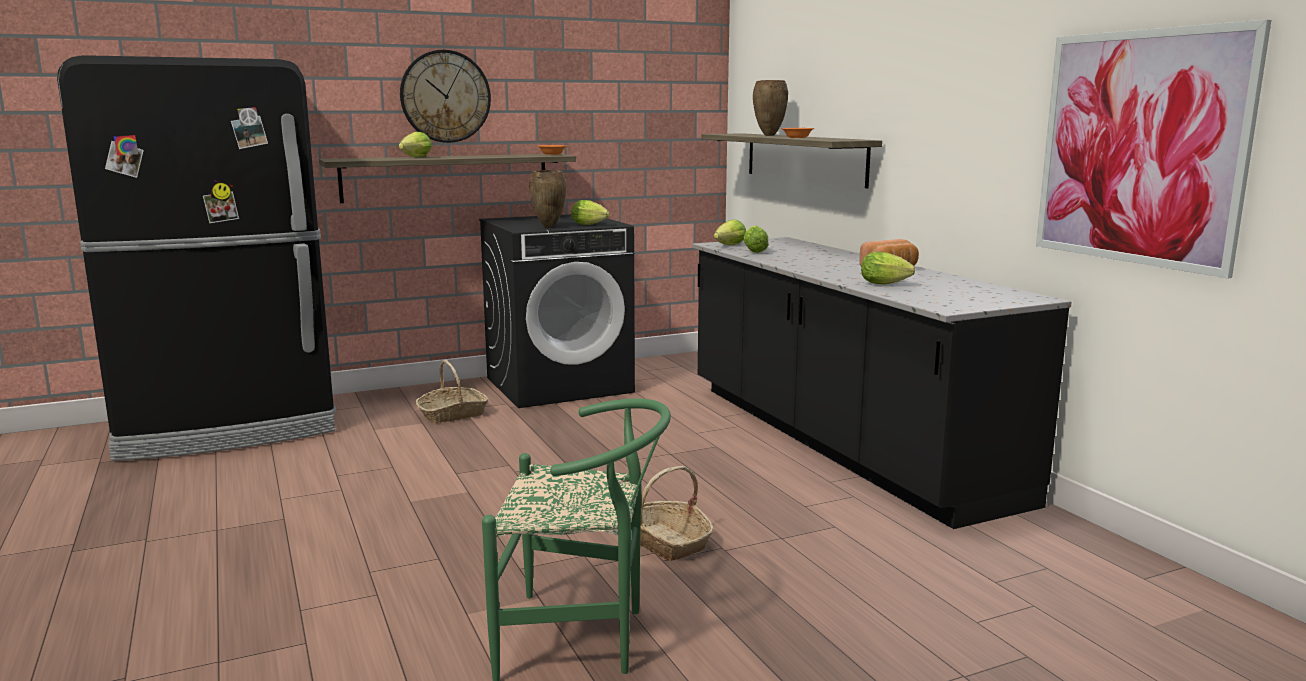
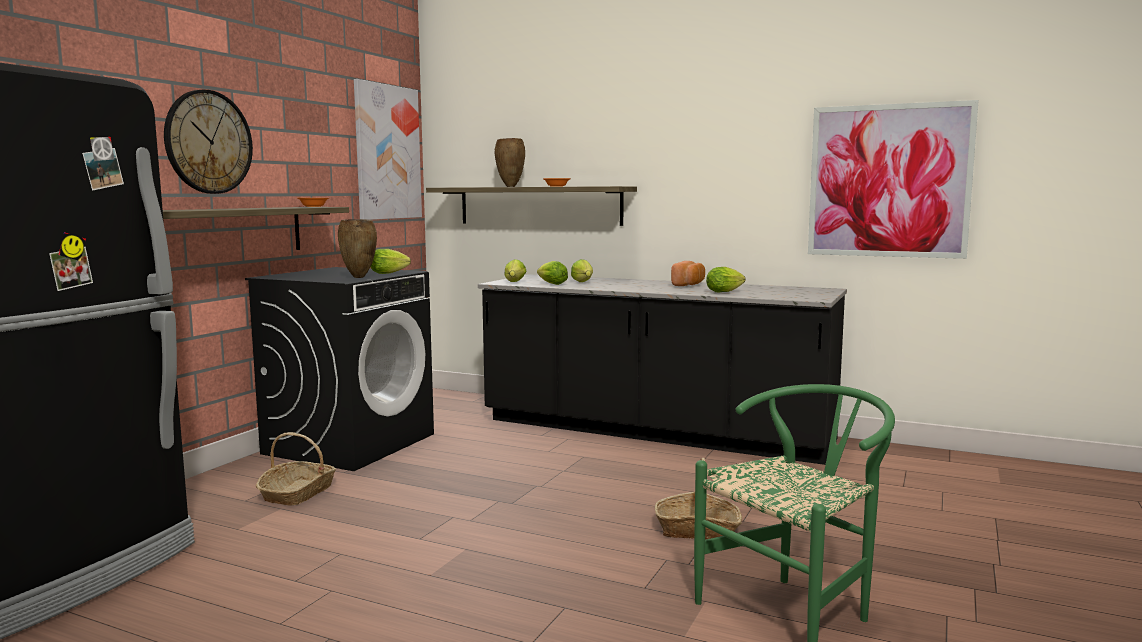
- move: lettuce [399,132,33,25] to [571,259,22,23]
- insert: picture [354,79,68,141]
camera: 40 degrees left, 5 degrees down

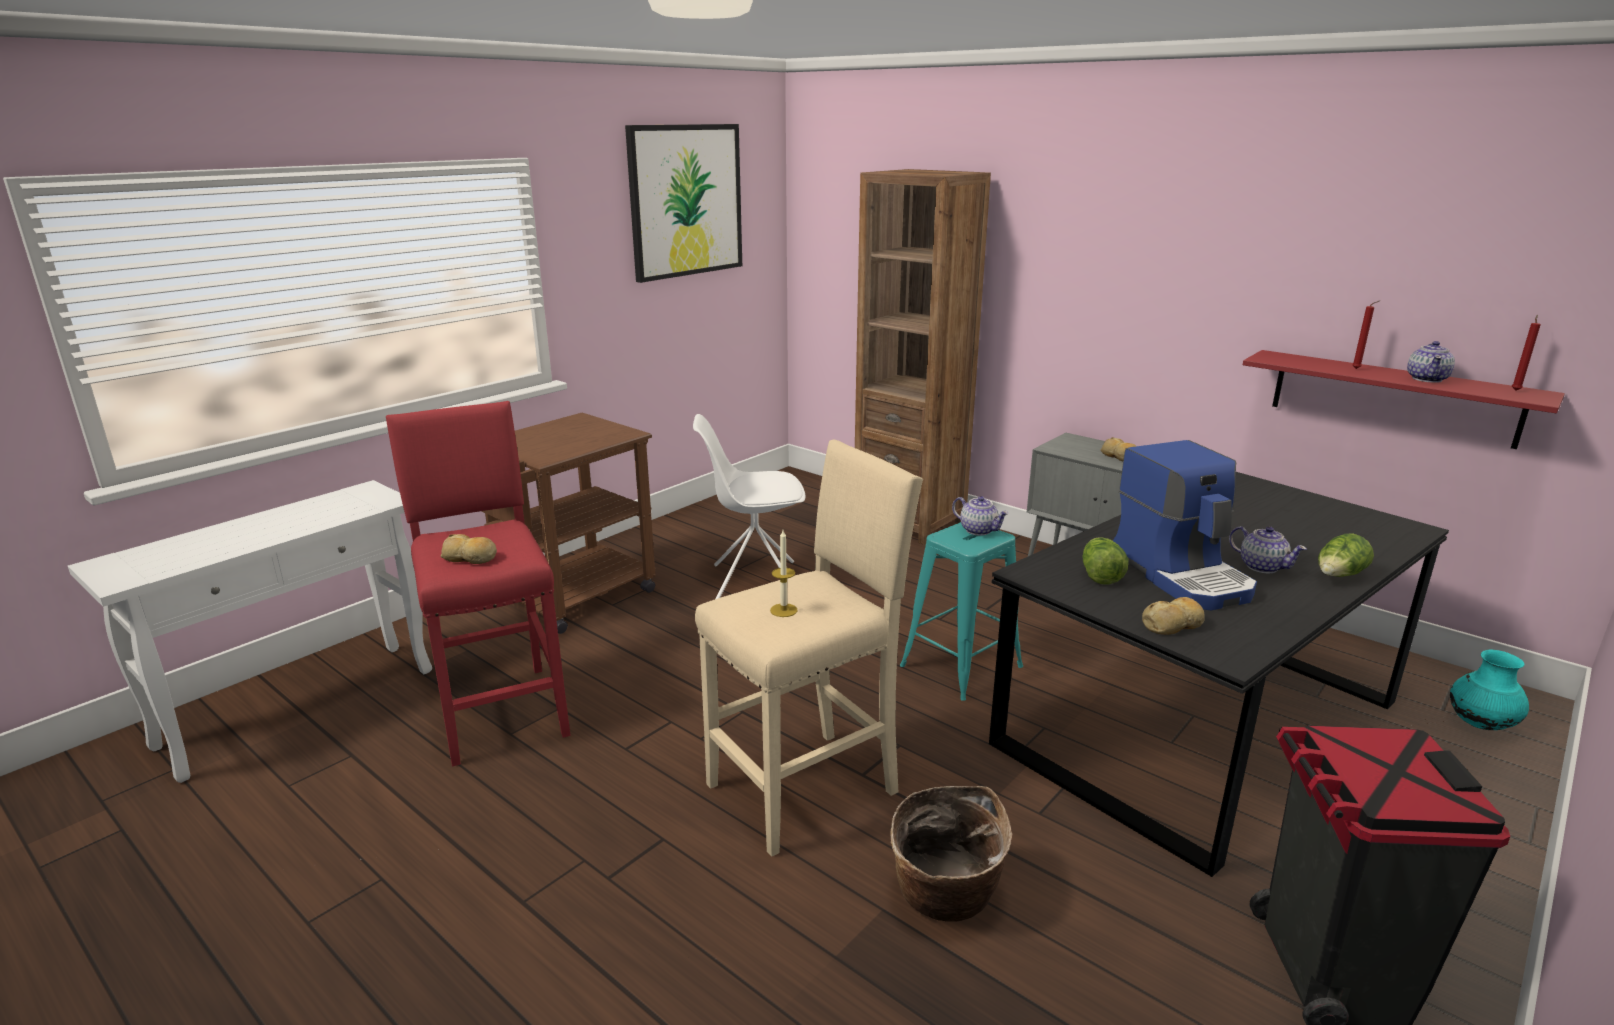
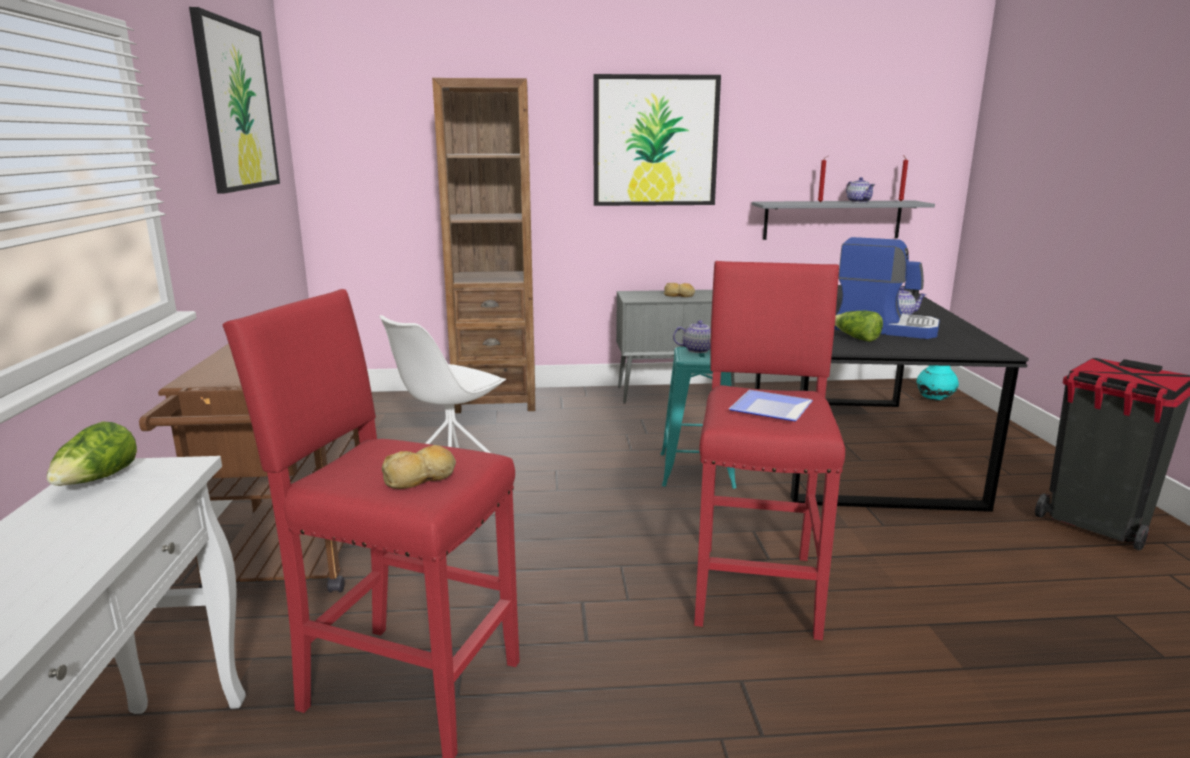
- recolor: shelf (red) [1243,350,322,99] to shelf (grey) [752,201,183,39]
- recolor: stool (beige) [695,440,228,417] to stool (red) [694,261,151,379]
- replace: candle [770,530,28,87] to plate [729,390,84,31]
- move: lettuce [1318,534,56,43] to [47,421,90,65]
- delete: bread [1142,597,63,38]
- delete: basket [890,786,122,136]
- insert: picture [594,74,127,132]
camera: 45 degrees left, 5 degrees down

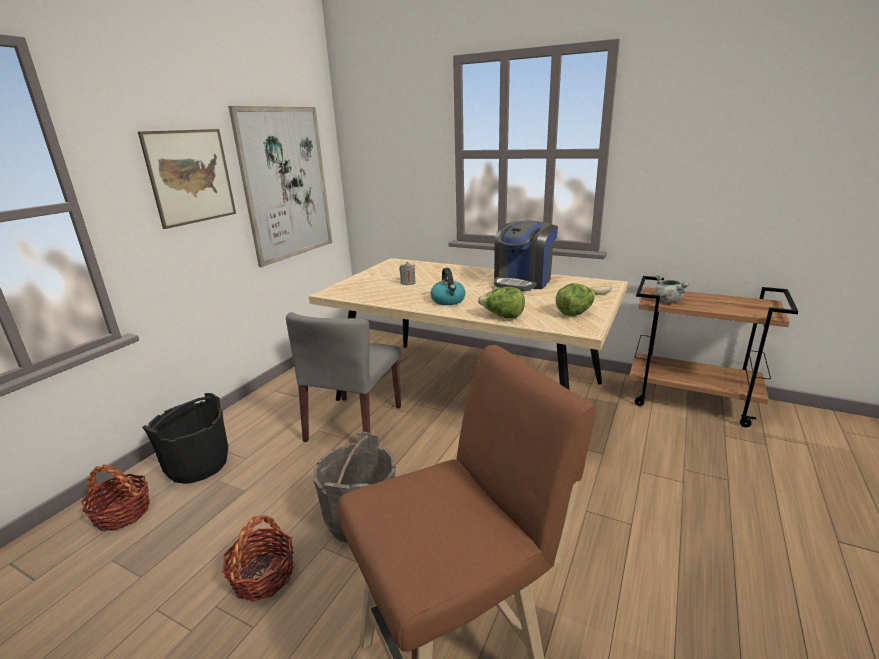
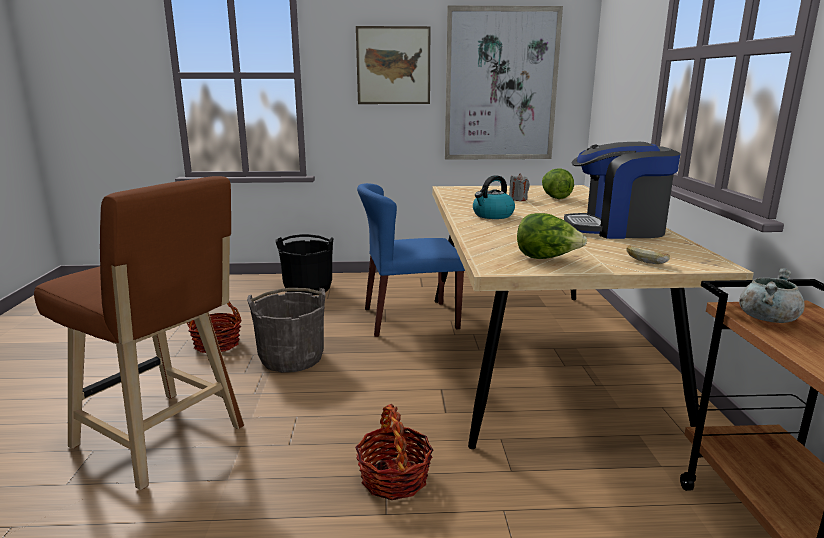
- move: lettuce [478,287,47,31] to [542,168,32,31]
- recolor: chair (grey) [286,312,115,130] to chair (blue) [357,183,108,154]
- move: basket [81,464,69,67] to [355,404,78,96]
camera: 60 degrees right, 5 degrees down

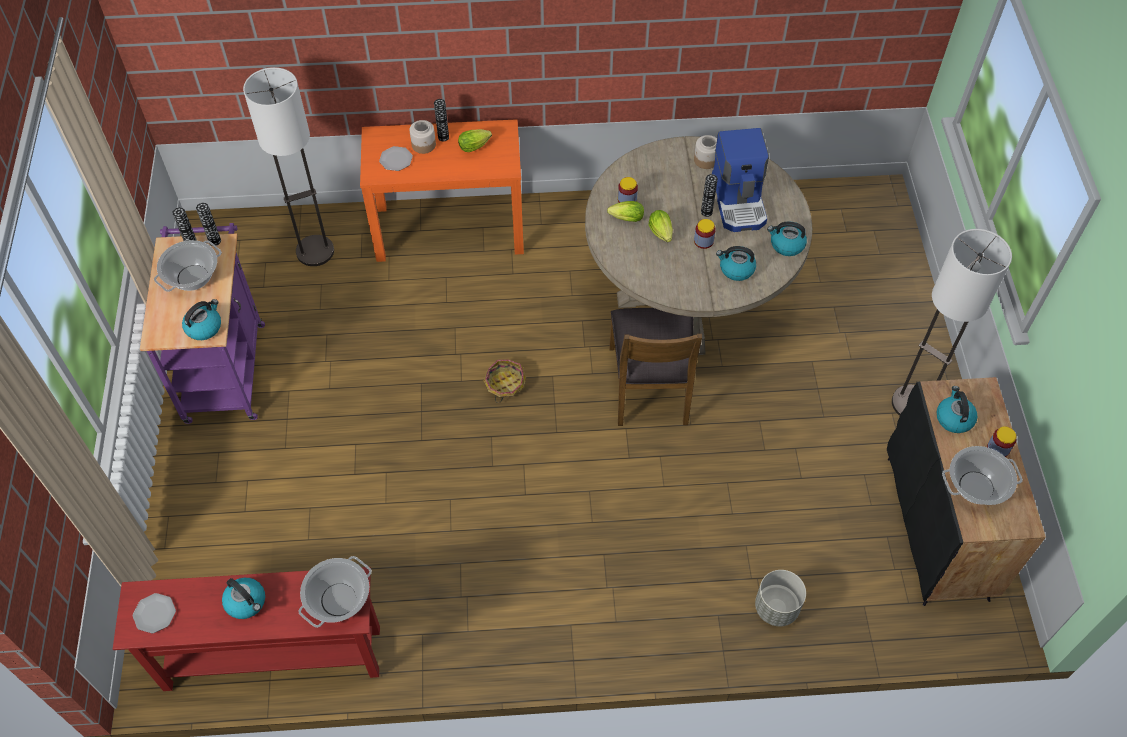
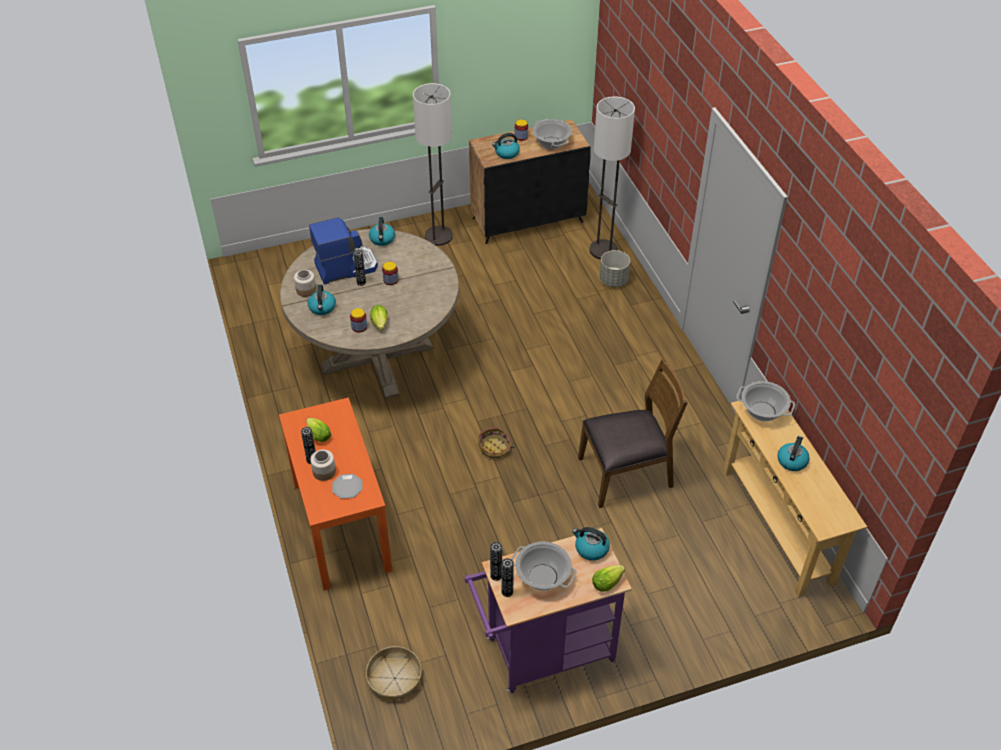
- move: floor lamp [243,67,91,199] to [590,96,45,163]
- move: lettuce [649,210,24,32] to [592,565,33,27]
- move: kettle [716,246,40,35] to [308,285,28,30]
- move: chair (brown) [609,308,93,118] to [578,359,110,149]
- recolor: console table (red) [113,567,267,124] to console table (beige) [723,401,144,196]
- delete: plate [133,593,43,40]
- insert: basket [366,646,56,53]
camera: 105 degrees left, 10 degrees down

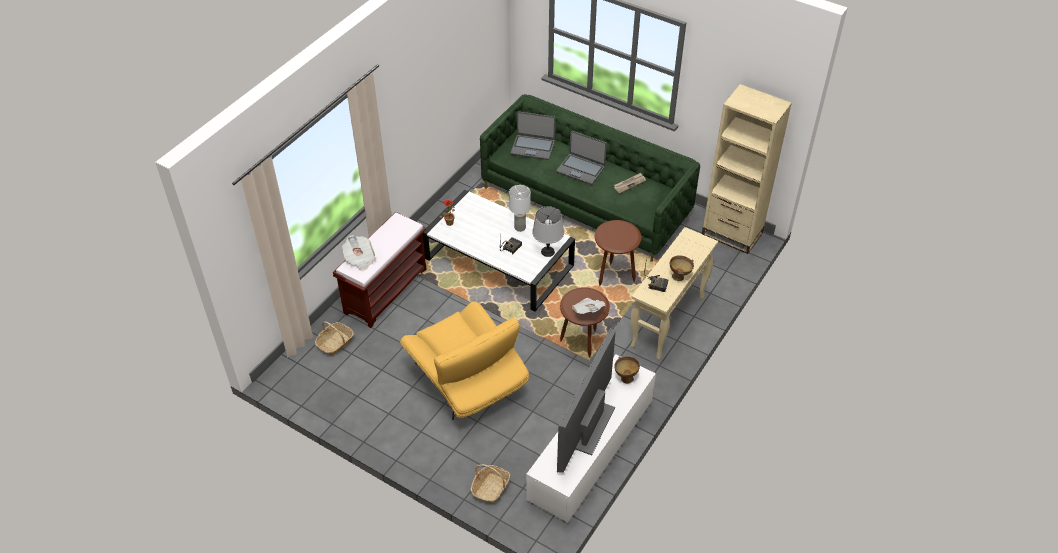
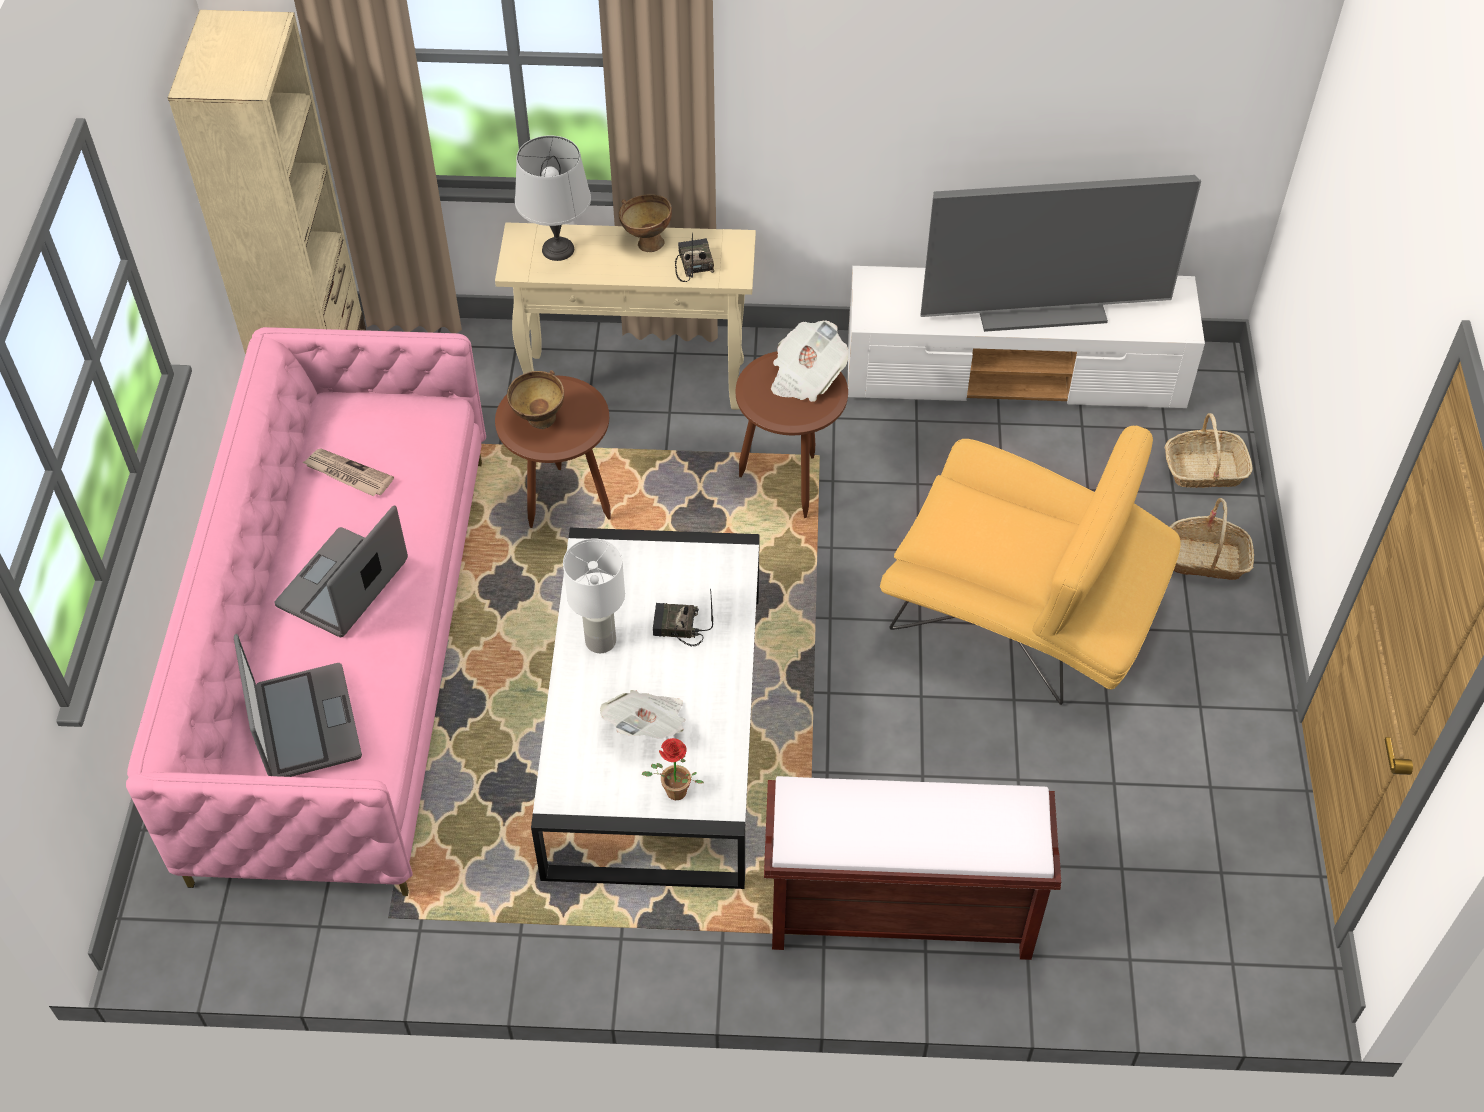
- recolor: sofa (green) [480,94,220,168] to sofa (pink) [126,327,360,569]
- rotate: laptop [556,130,51,55] = [275,505,133,132] 150 degrees counterclockwise
- move: table lamp (grey) [532,206,32,51] to [515,135,76,126]
- move: newspaper [342,235,34,36] to [600,690,85,49]
- rotate: armchair (yellow) [400,302,129,118] = [880,425,301,280] 90 degrees clockwise
- move: basket [315,321,39,35] to [1170,498,84,82]
- move: bowl (brown) [614,356,26,28] to [507,370,57,59]
camera: 120 degrees left, 5 degrees up

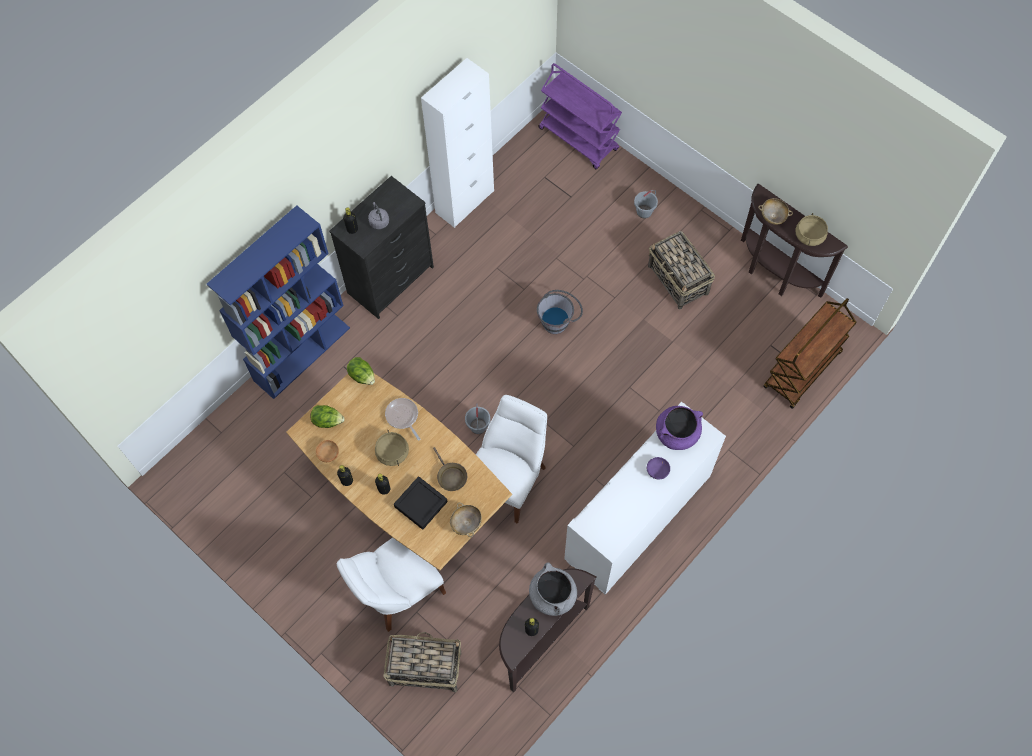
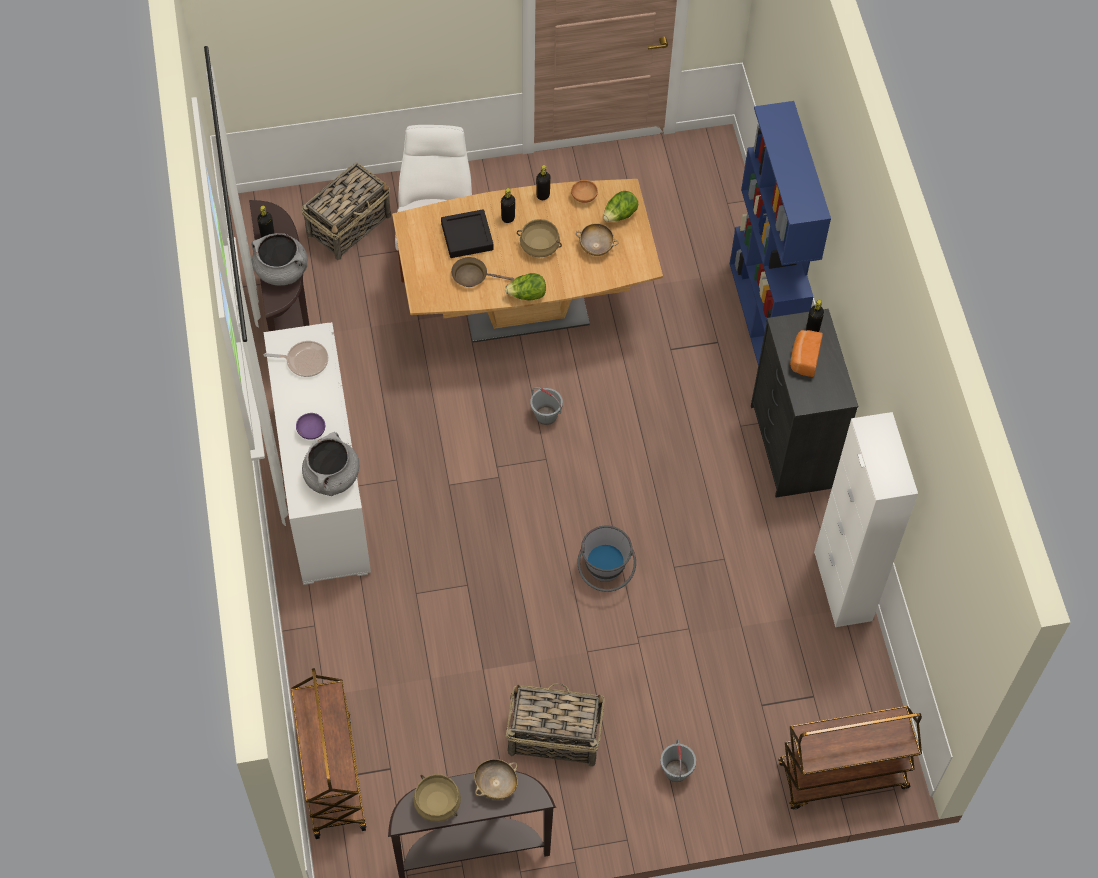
- recolor: cart (purple) [538,63,84,106] to cart (brown) [778,706,144,103]
- replace: kettle (grey) [368,202,21,27] to bread [790,330,33,47]
- move: lettuce [347,357,28,28] to [505,273,41,28]
- delete: chair (white) [476,395,71,129]
- move: frying pan [385,398,35,42] to [264,341,64,36]
- recolor: cooking pot (purple) [656,406,47,44] to cooking pot (grey) [302,432,57,64]
- move: bowl (beige) [450,502,32,35] to [576,223,43,33]
camera: 125 degrees right, 5 degrees down

